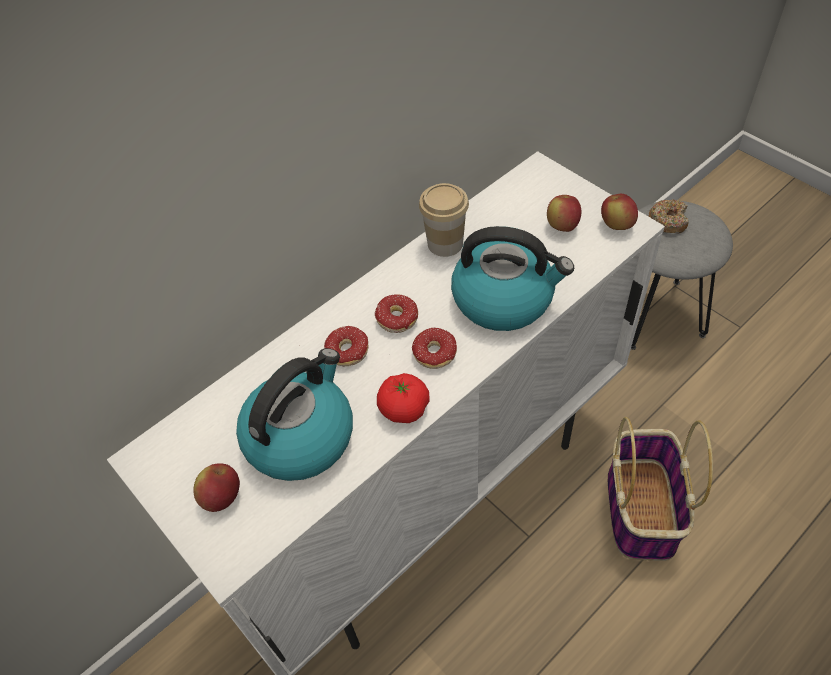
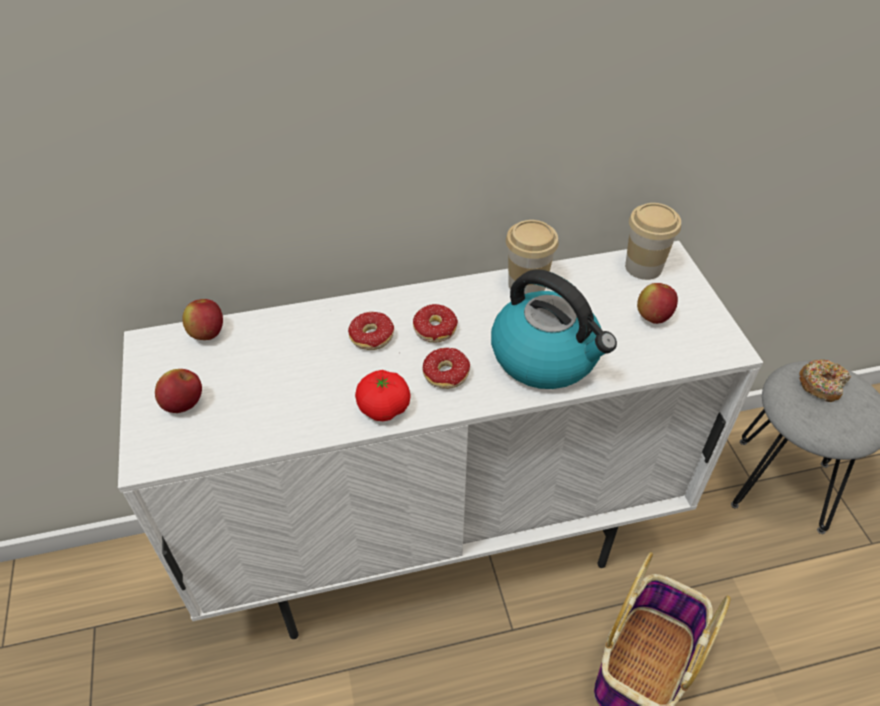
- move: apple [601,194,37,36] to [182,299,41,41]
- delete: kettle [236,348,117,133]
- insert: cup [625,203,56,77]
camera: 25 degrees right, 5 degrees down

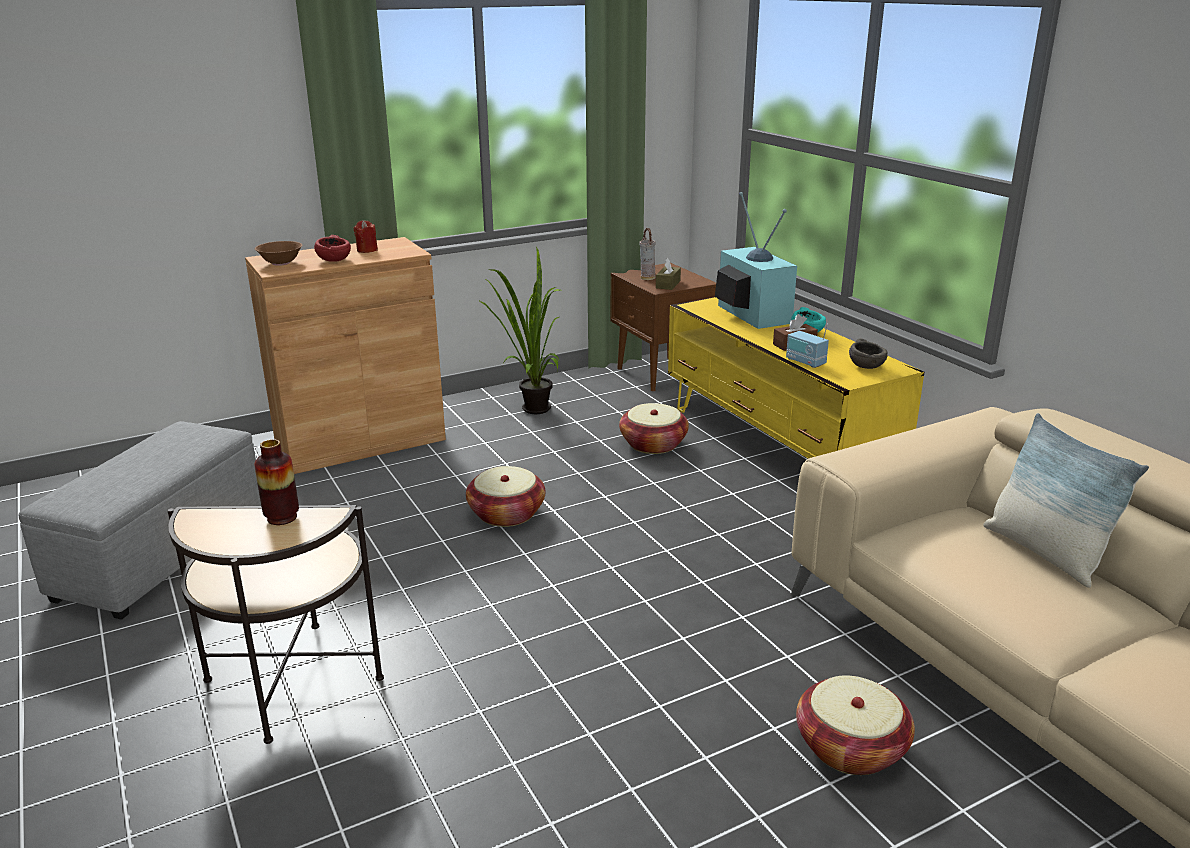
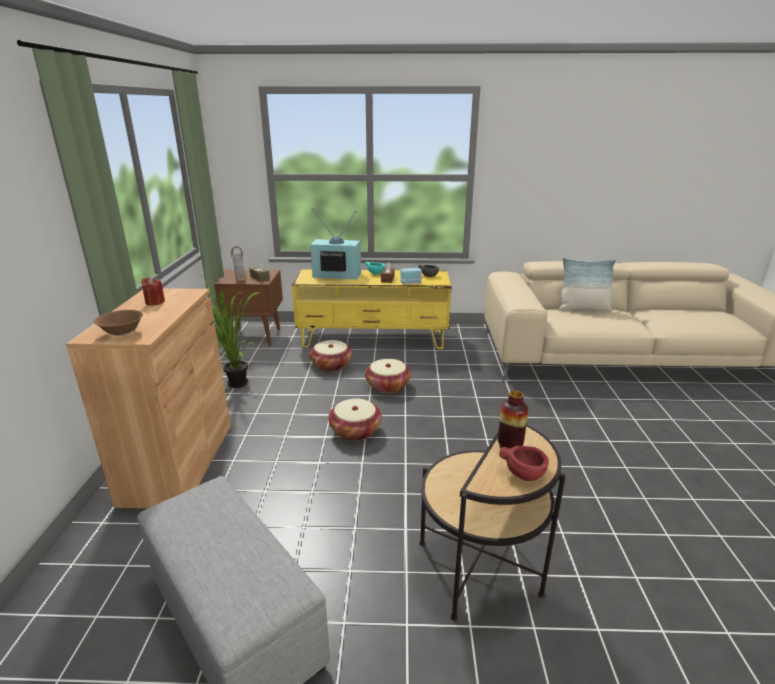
- move: bowl (red) [314,235,37,27] to [499,446,50,35]
- move: basket [796,675,119,100] to [365,359,46,34]
camera: 60 degrees left, 0 degrees up

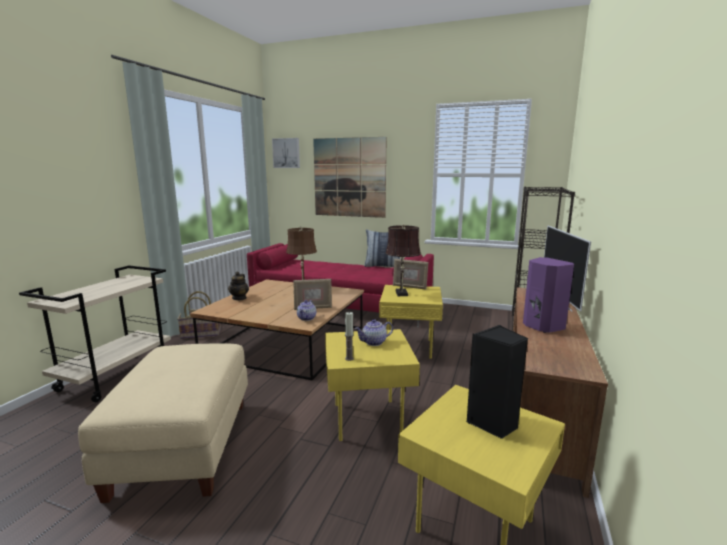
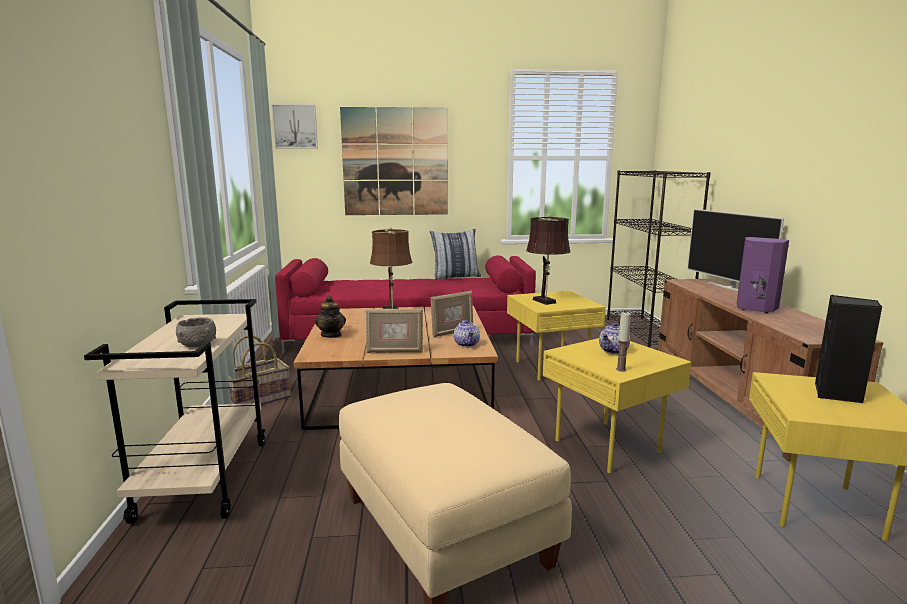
- move: picture frame [393,259,36,31] to [366,309,57,44]
- insert: bowl (grey) [176,317,40,30]
camera: 25 degrees left, 0 degrees up

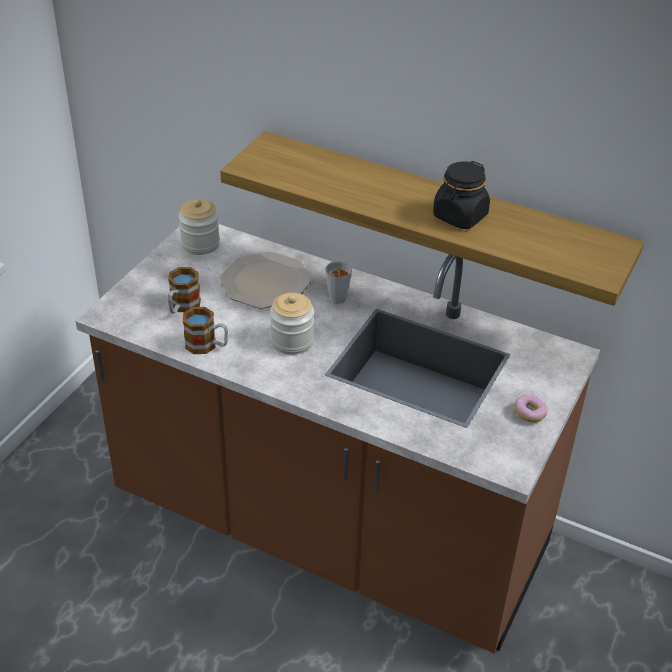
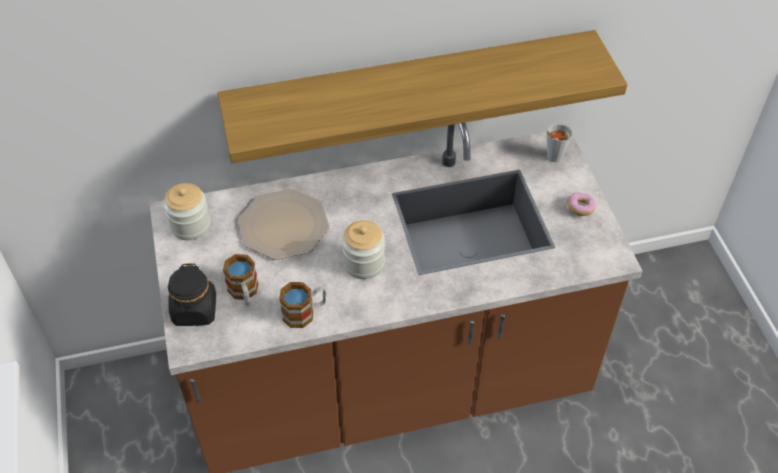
- move: jar (black) [433,161,57,68] to [168,263,48,63]
- move: cup (grey) [325,261,27,43] to [547,124,25,38]
camera: 40 degrees left, 10 degrees up

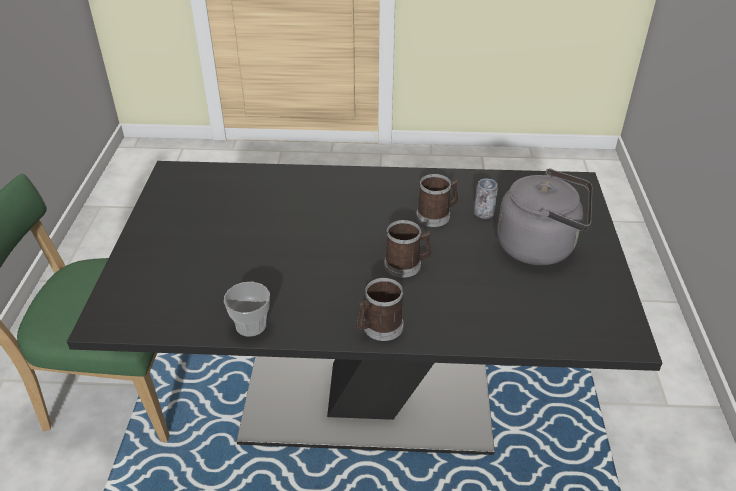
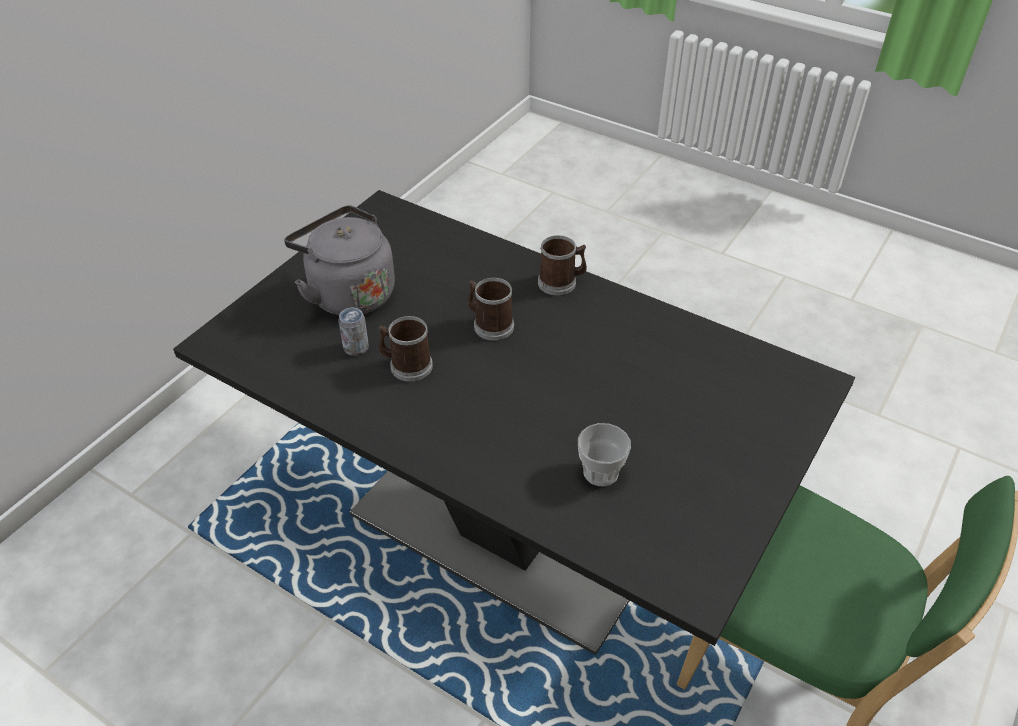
- move: cup [224,282,46,55] to [578,423,53,63]
camera: 150 degrees left, 5 degrees up

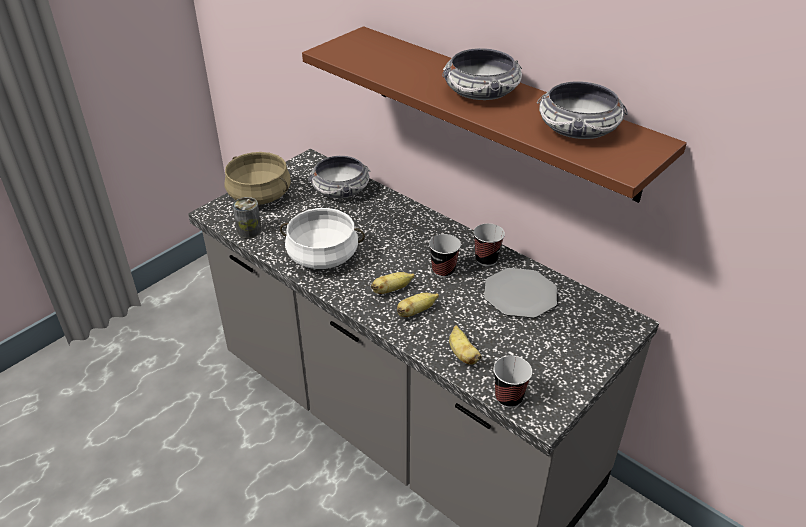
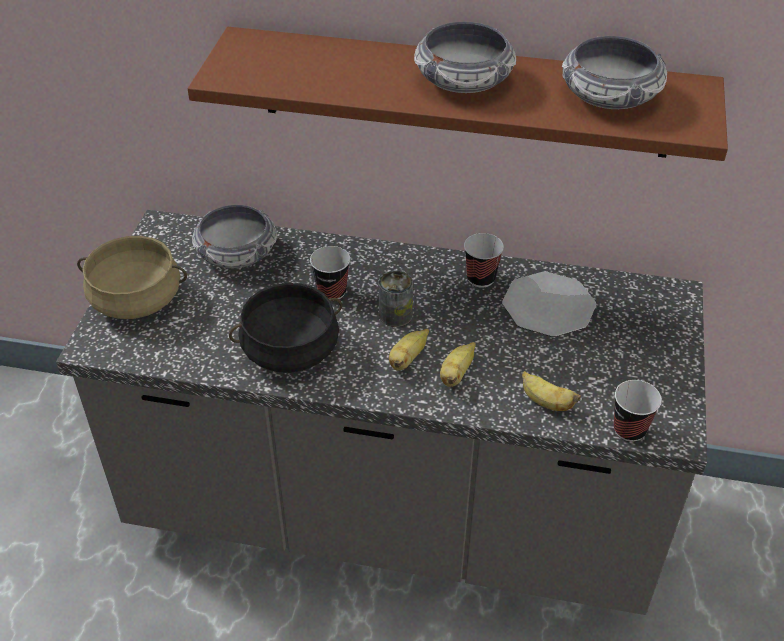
- move: can [232,197,30,41] to [379,270,34,57]
- recolor: cooking pot (white) [280,208,85,61] to cooking pot (black) [229,283,113,90]
- move: cup [429,234,32,44] to [310,246,40,53]
camera: 30 degrees left, 5 degrees up

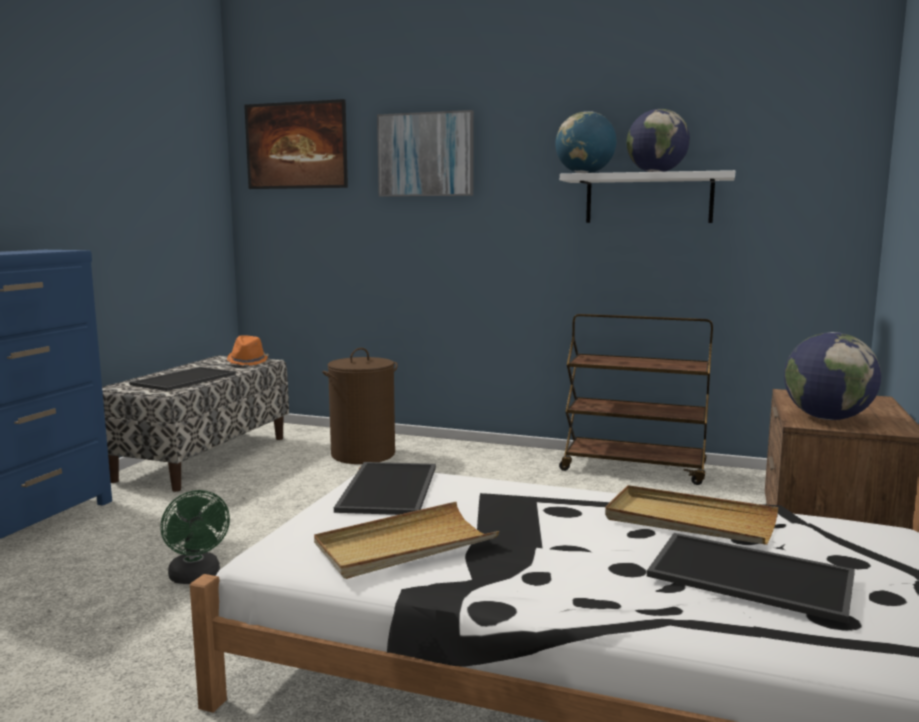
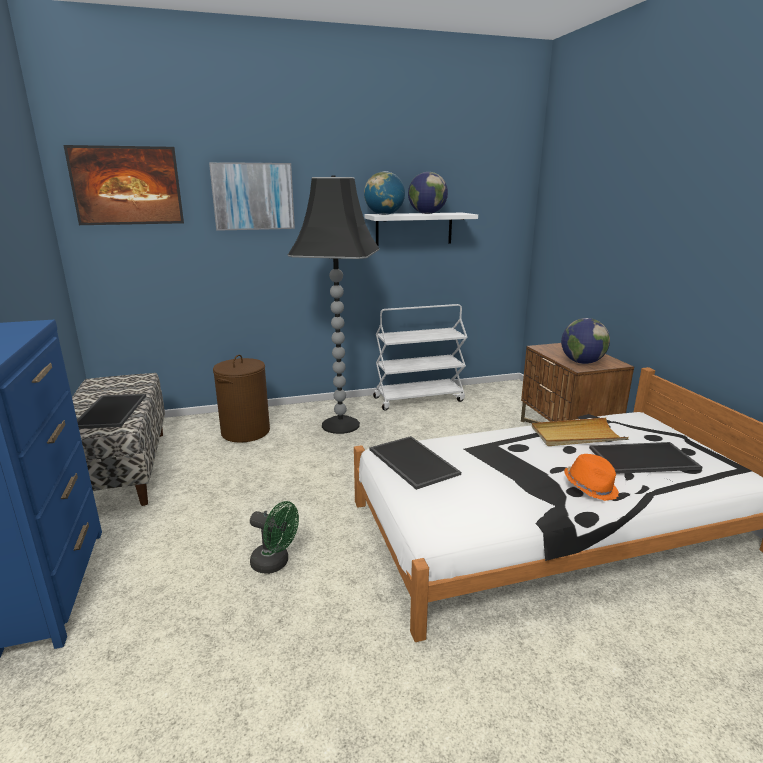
- recolor: cart (brown) [559,314,154,171] to cart (white) [373,304,94,107]
- move: hat (orange) [227,335,41,30] to [564,454,55,47]
- delete: tray (beige) [314,502,185,77]
- insert: floor lamp (black) [288,176,92,258]
camera: 35 degrees left, 10 degrees up

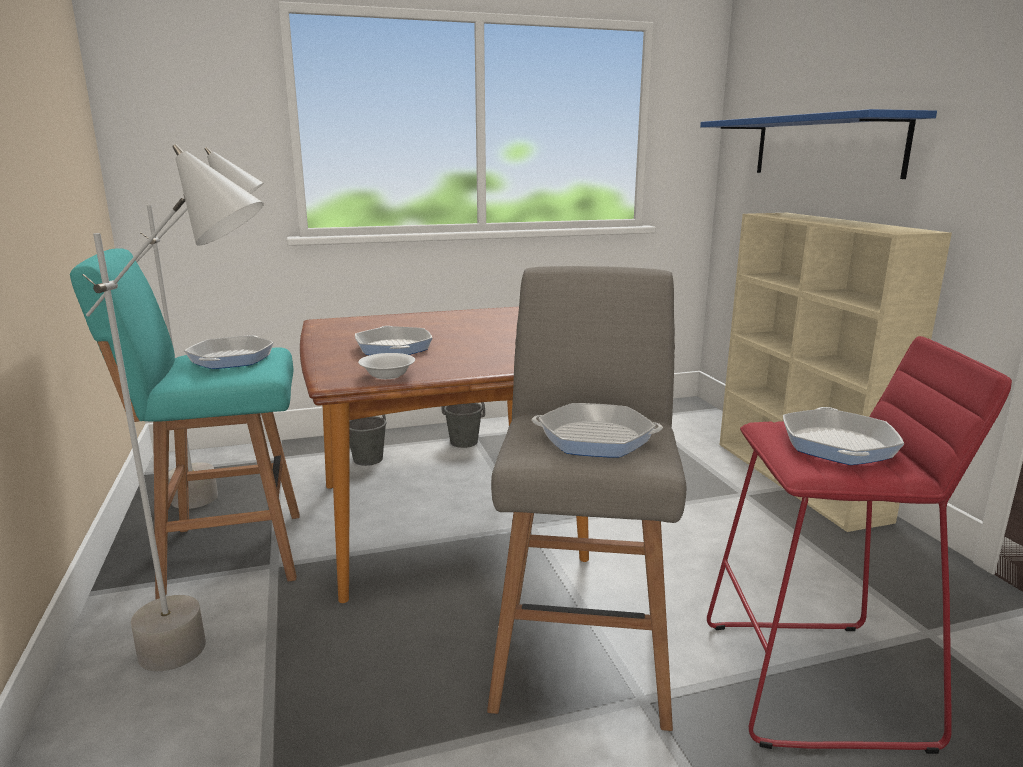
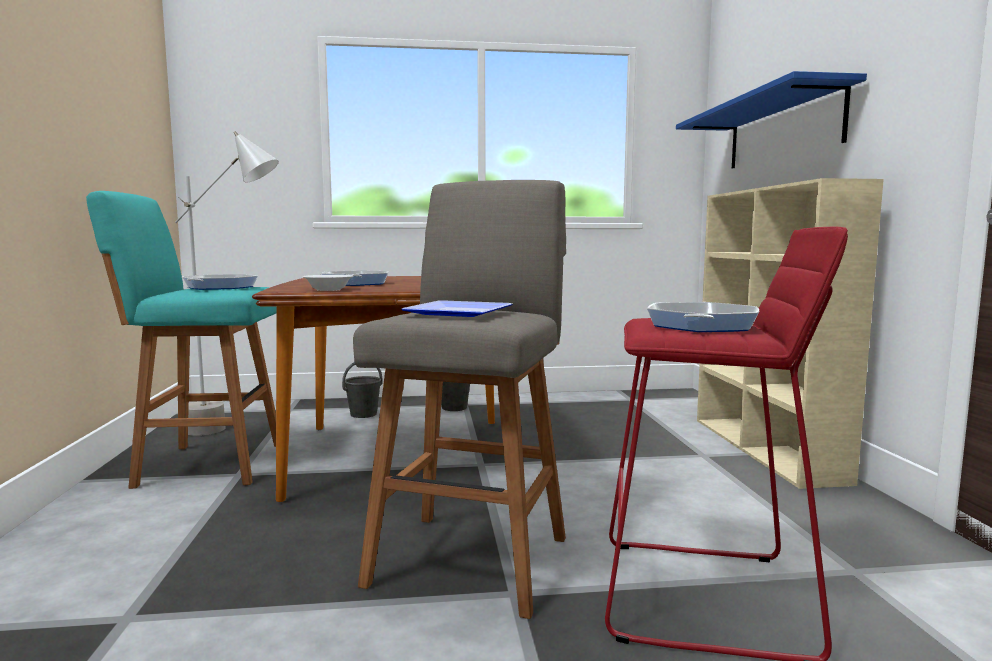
- delete: floor lamp (grey) [83,144,181,527]
- replace: frying pan [532,403,131,55] to plate [401,300,111,17]
camera: 10 degrees right, 10 degrees down

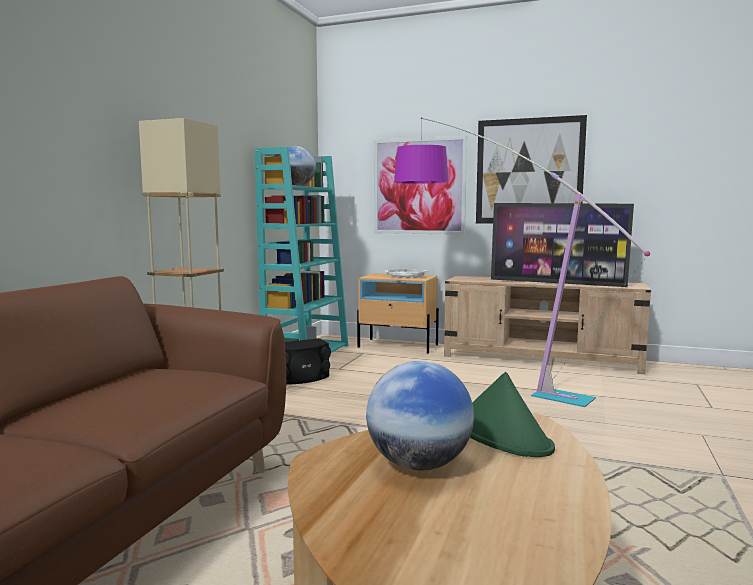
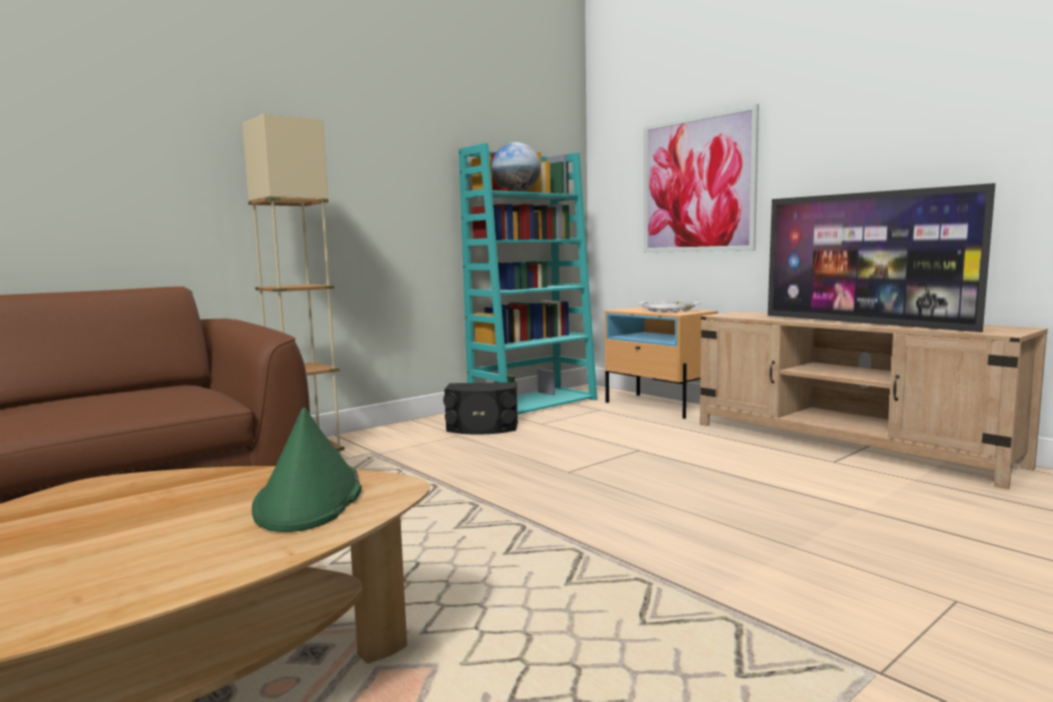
- delete: picture [476,115,111,109]
- delete: floor lamp [394,117,256,290]
- delete: globe [366,361,108,110]
camera: 30 degrees right, 0 degrees up

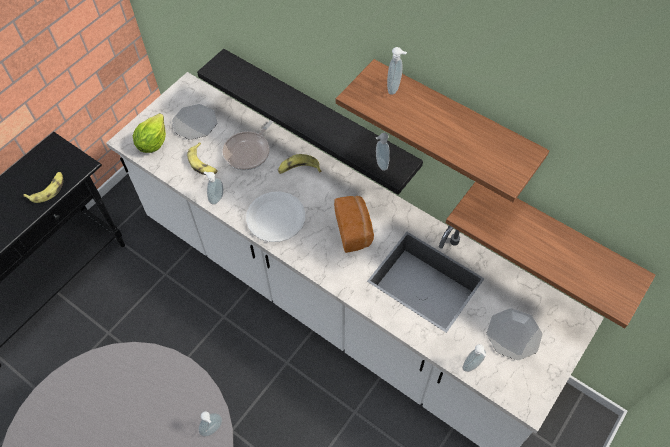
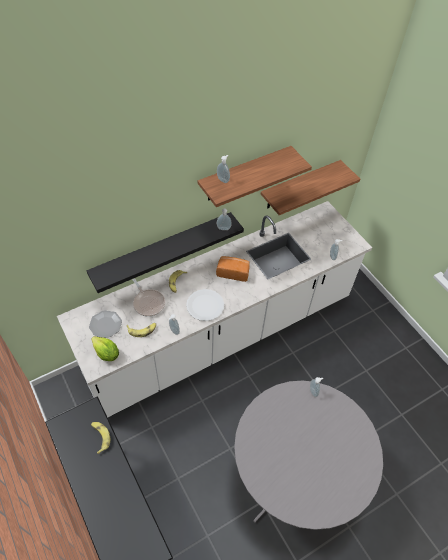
- delete: plate [487,308,55,52]
camera: 70 degrees left, 5 degrees down

